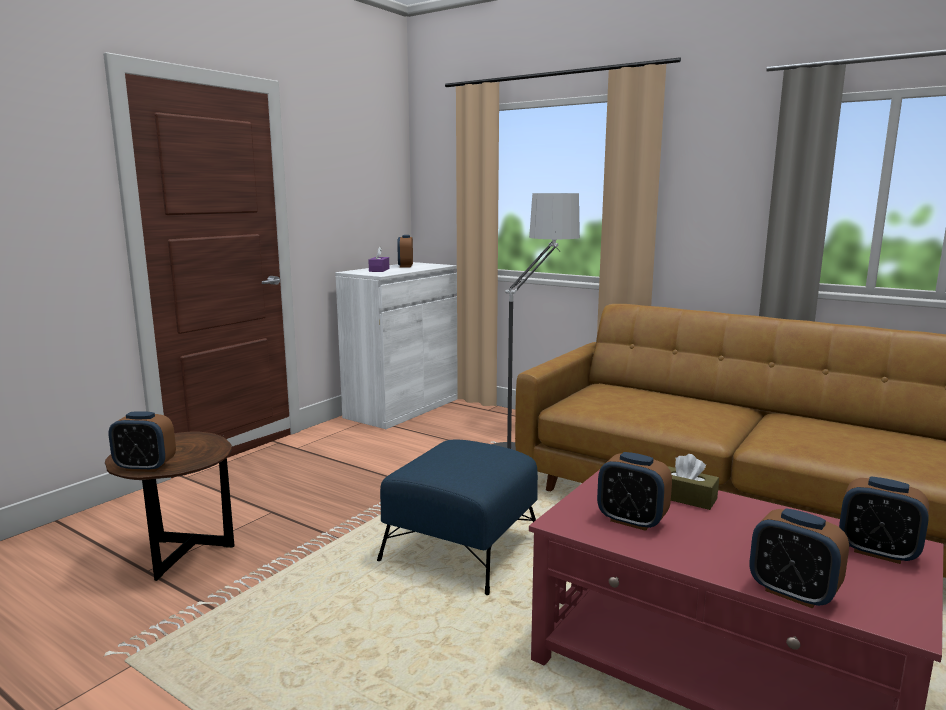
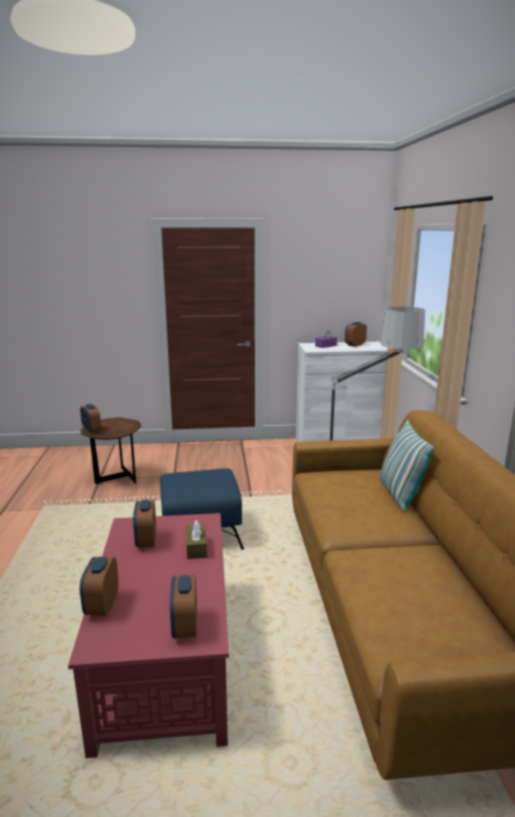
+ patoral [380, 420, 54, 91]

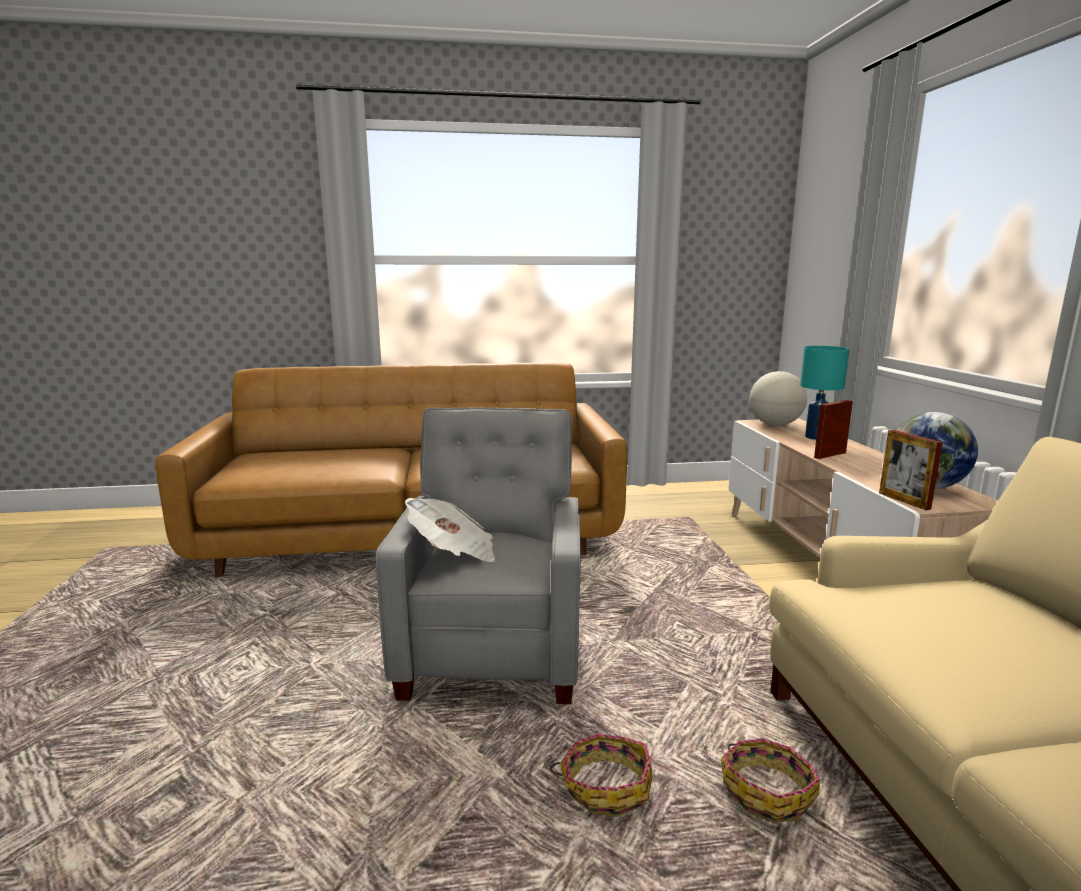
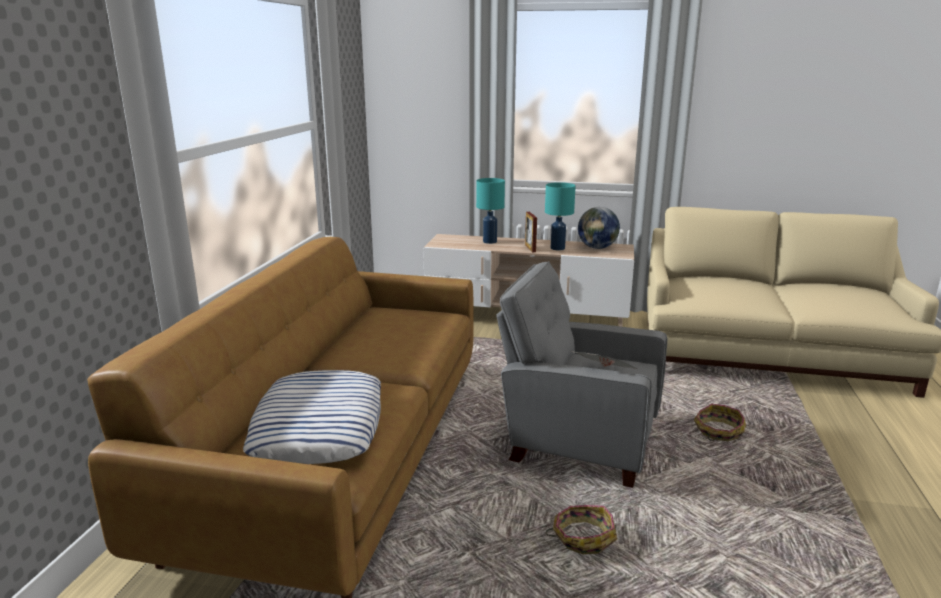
~ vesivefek [721, 739, 100, 84] to [546, 505, 71, 49]
- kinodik [750, 371, 57, 55]
- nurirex [879, 430, 64, 80]
+ patoral [243, 370, 138, 94]
+ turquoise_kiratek [545, 182, 31, 68]

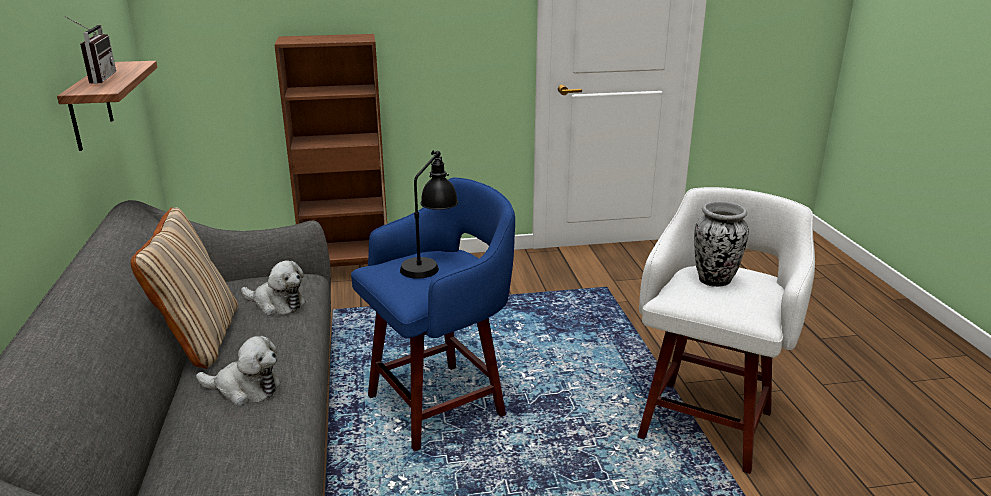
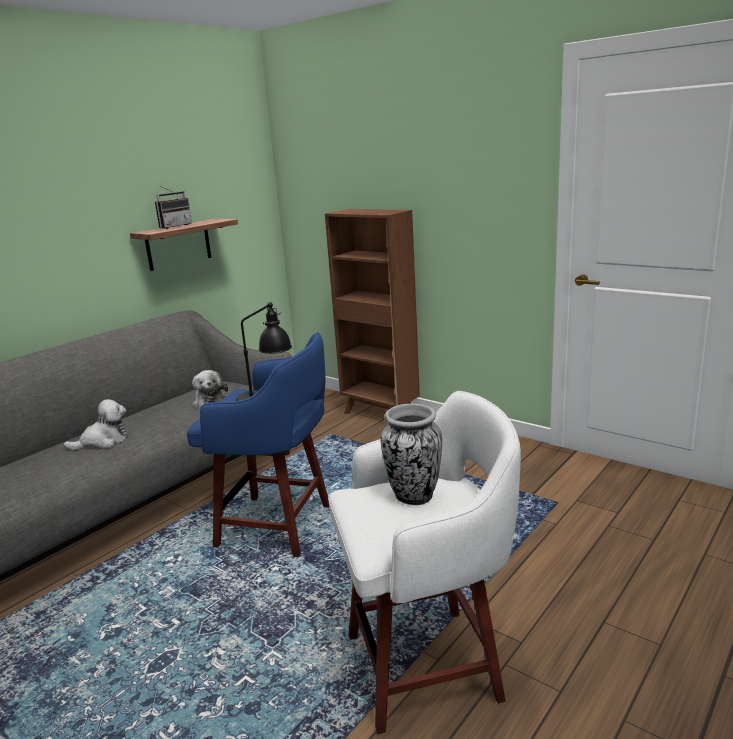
- beige_patoral [130, 208, 108, 161]
~ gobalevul [196, 336, 84, 70] = [64, 399, 64, 52] 90 degrees counterclockwise

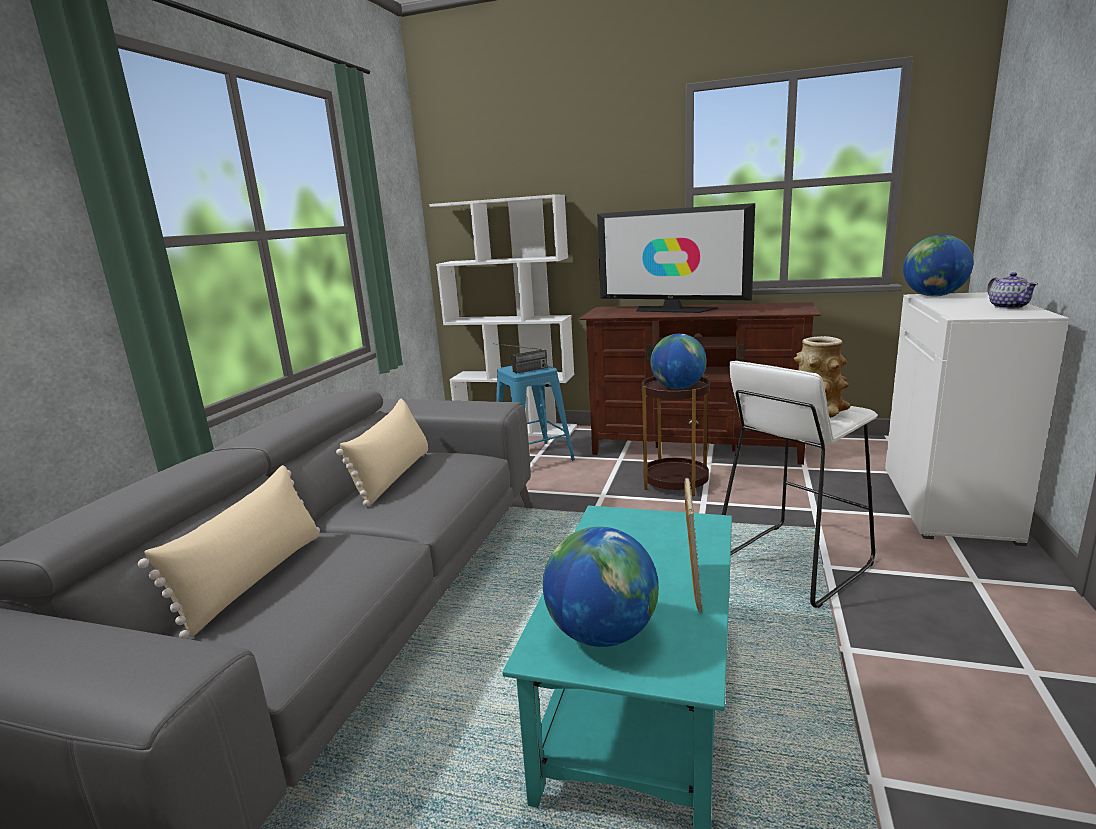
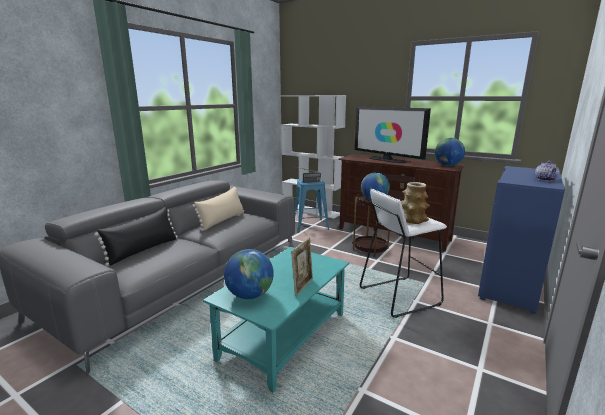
~ beige_patoral [138, 465, 182, 174] to black_patoral [94, 207, 84, 59]
~ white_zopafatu [885, 292, 184, 254] to blue_zopafatu [478, 166, 87, 148]
~ kinodik [903, 235, 71, 62] to [435, 138, 30, 28]

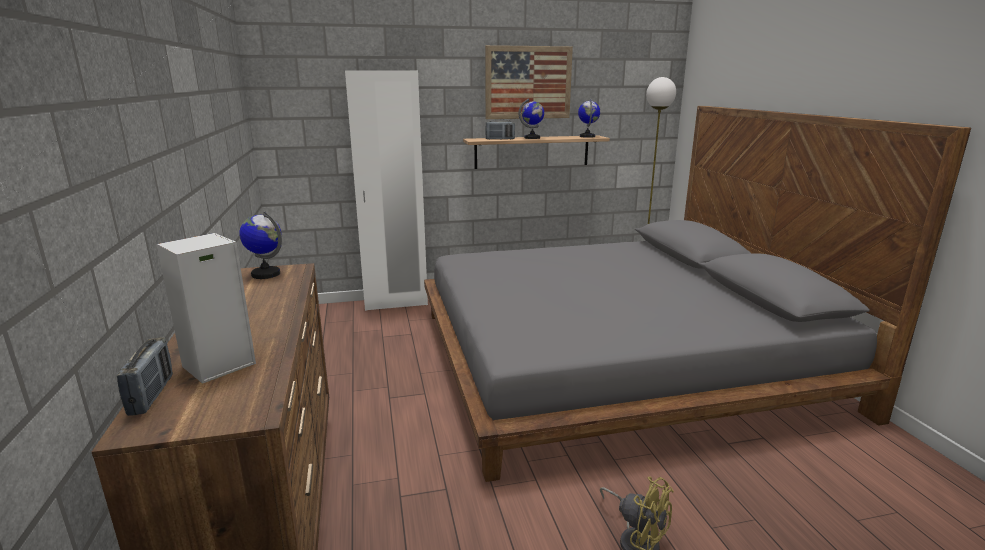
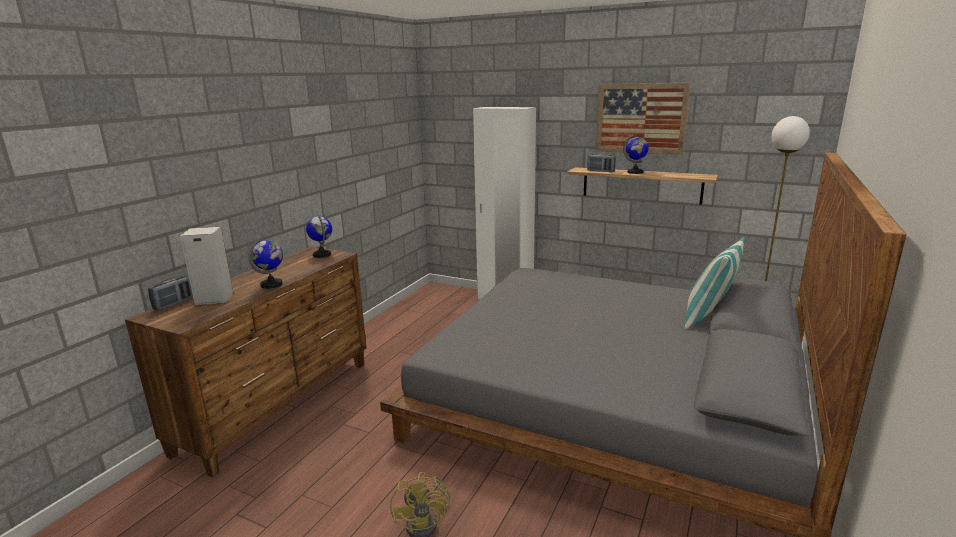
~ kinodik [578, 98, 22, 40] to [248, 239, 35, 50]
+ patoral [684, 237, 61, 92]

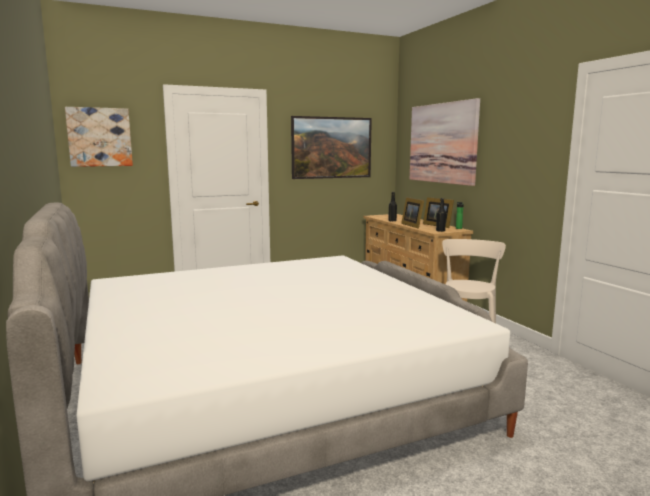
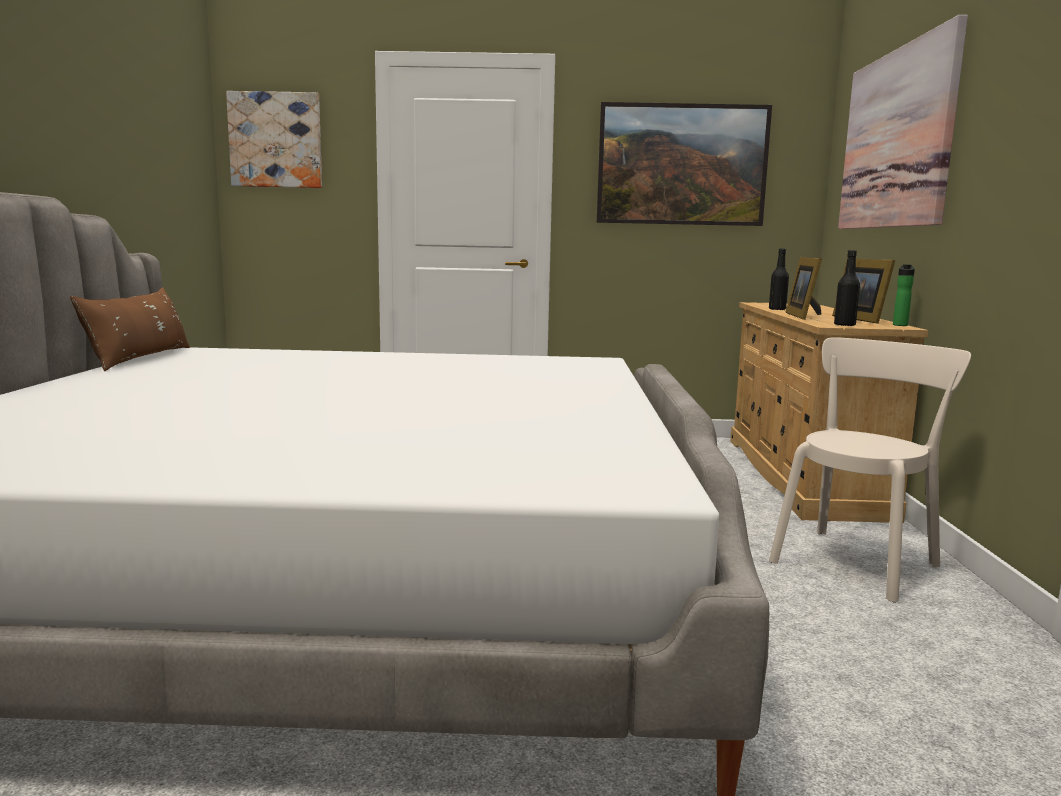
+ brown_patoral [70, 287, 120, 84]

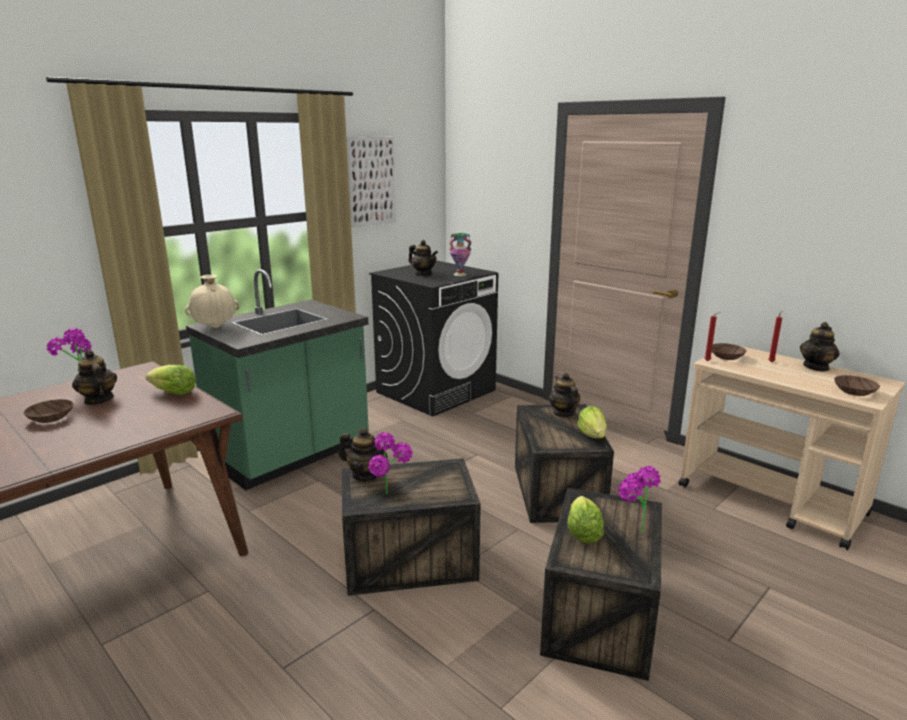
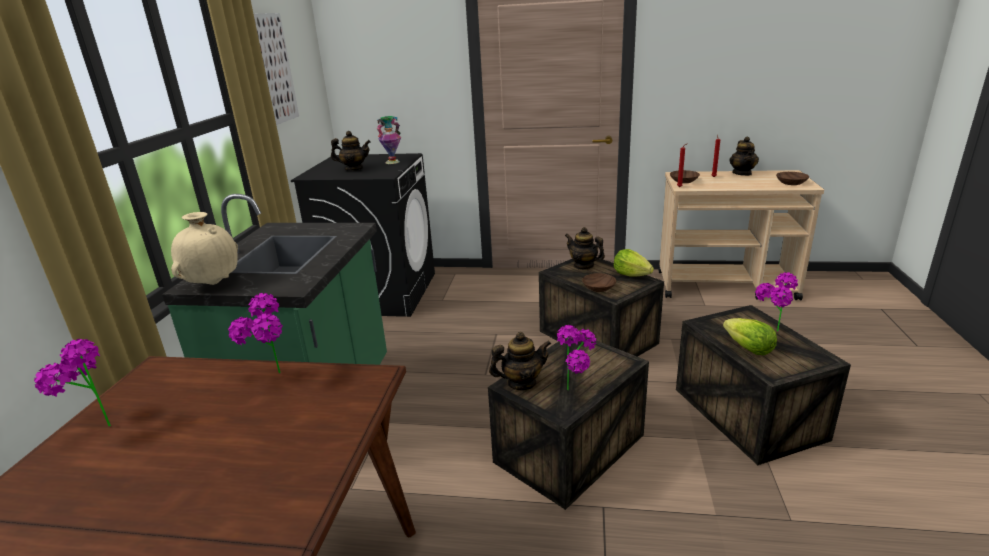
~ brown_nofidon [24, 399, 49, 24] to [582, 273, 34, 19]
- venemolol [72, 349, 45, 56]
~ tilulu [146, 365, 50, 30] to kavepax [228, 293, 55, 80]

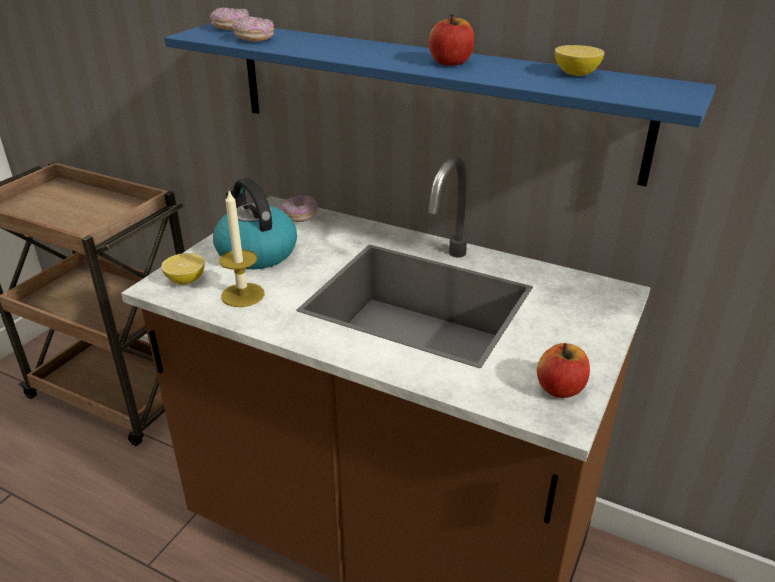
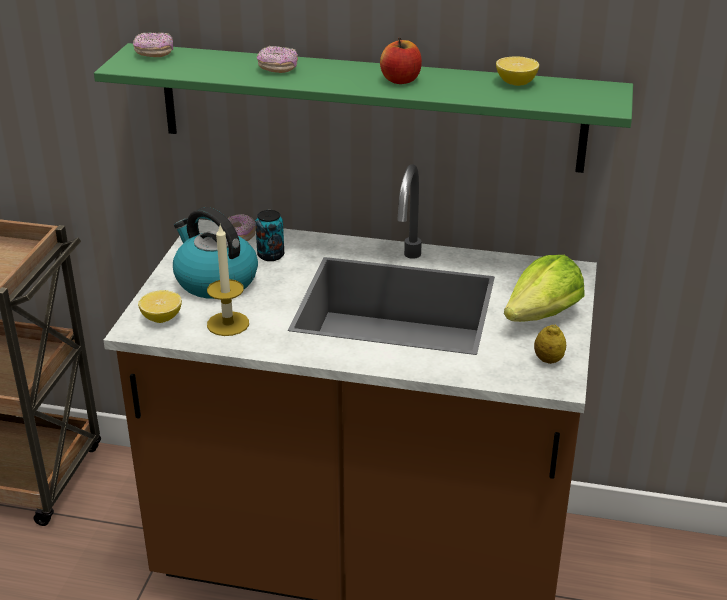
~ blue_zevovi [164, 23, 552, 163] to green_zevovi [94, 43, 539, 130]
~ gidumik [232, 16, 42, 25] to [257, 46, 41, 27]
~ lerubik [537, 343, 53, 55] to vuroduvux [534, 325, 32, 39]
+ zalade [255, 210, 29, 51]
+ tilulu [504, 255, 80, 67]

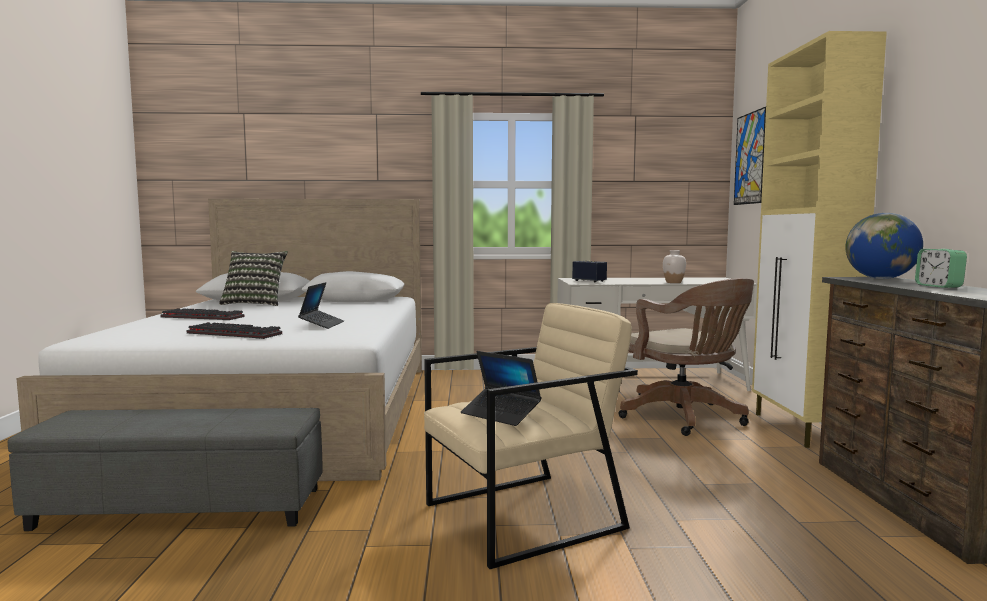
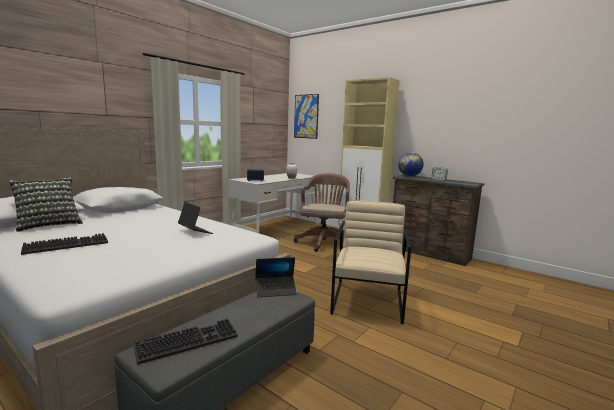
~ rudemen [187, 322, 95, 17] to [134, 319, 104, 46]
~ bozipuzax [461, 351, 81, 75] to [255, 257, 42, 40]
~ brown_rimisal [618, 278, 136, 158] = [294, 173, 56, 79] 90 degrees counterclockwise

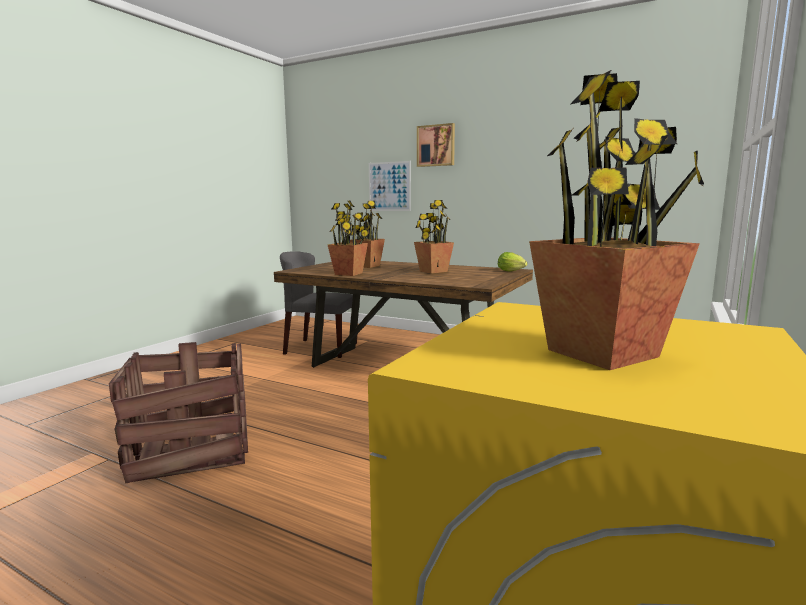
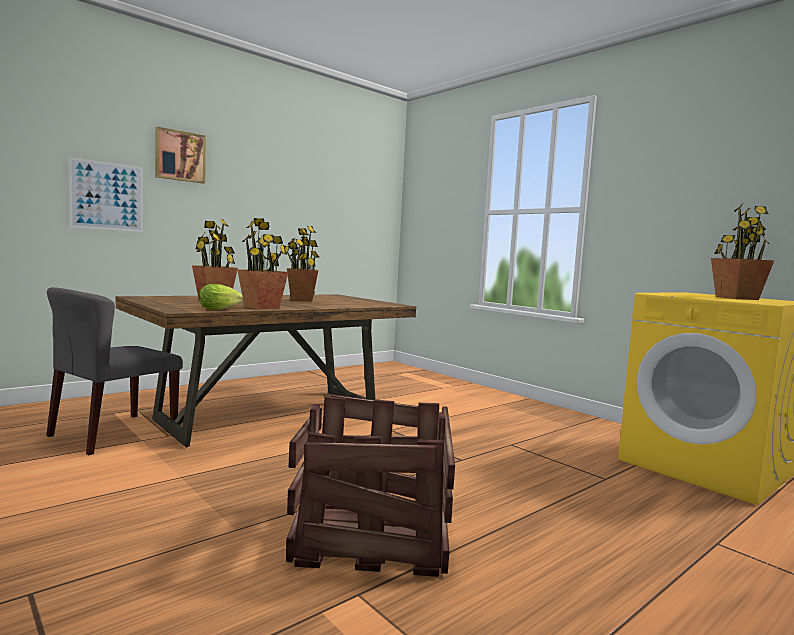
~ tilulu [498, 252, 29, 20] to [199, 284, 44, 26]

